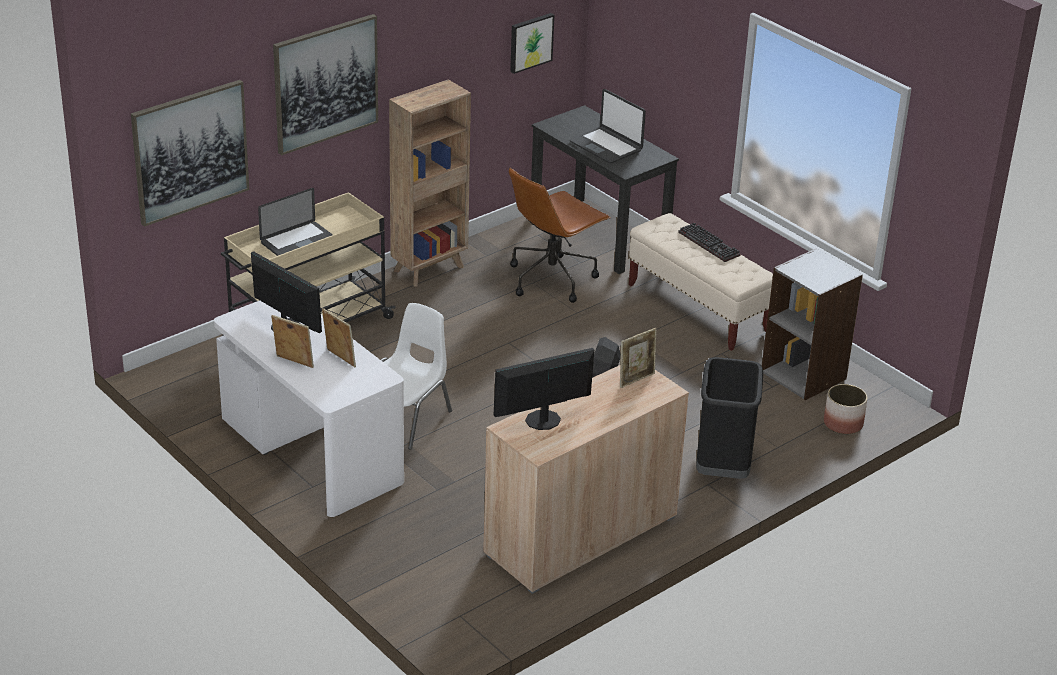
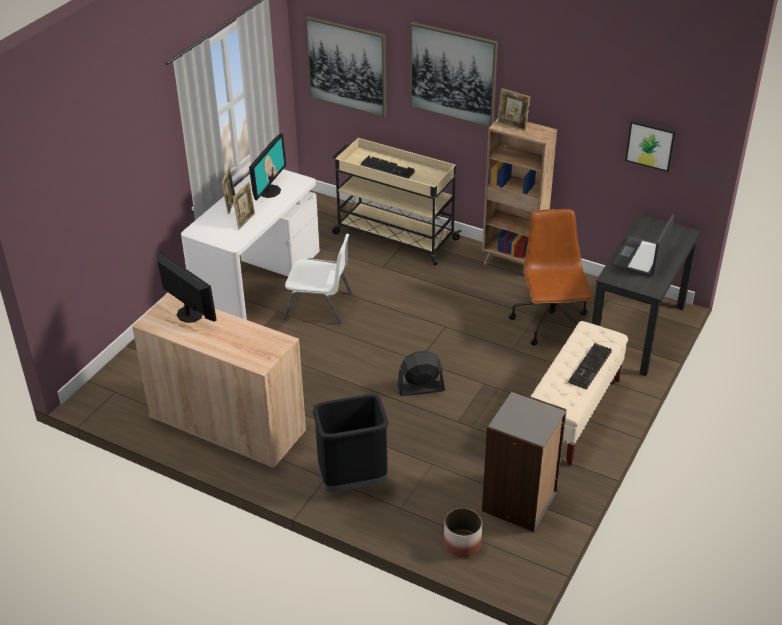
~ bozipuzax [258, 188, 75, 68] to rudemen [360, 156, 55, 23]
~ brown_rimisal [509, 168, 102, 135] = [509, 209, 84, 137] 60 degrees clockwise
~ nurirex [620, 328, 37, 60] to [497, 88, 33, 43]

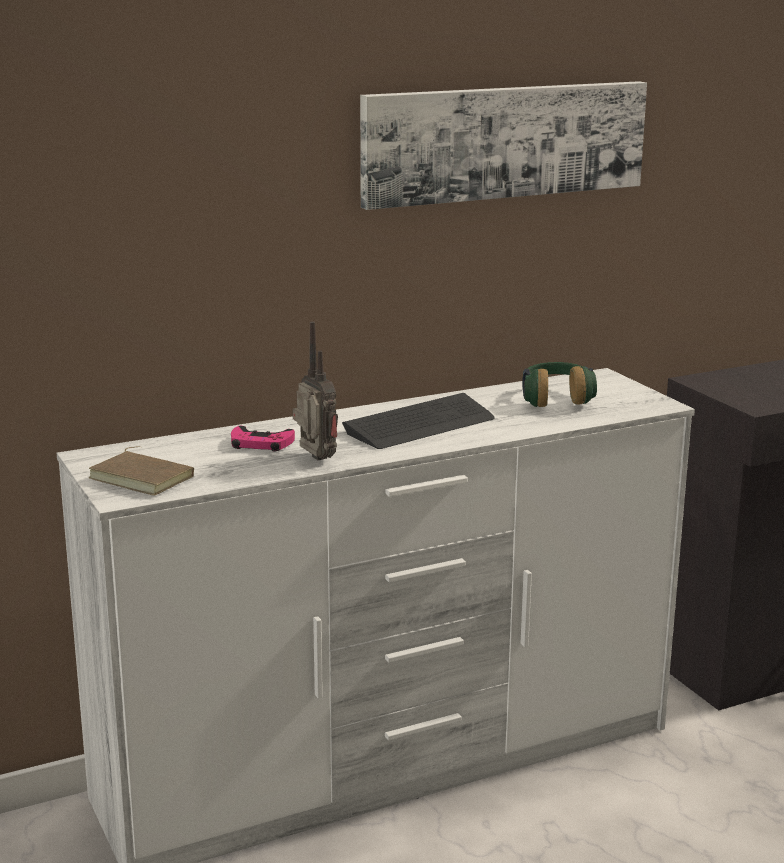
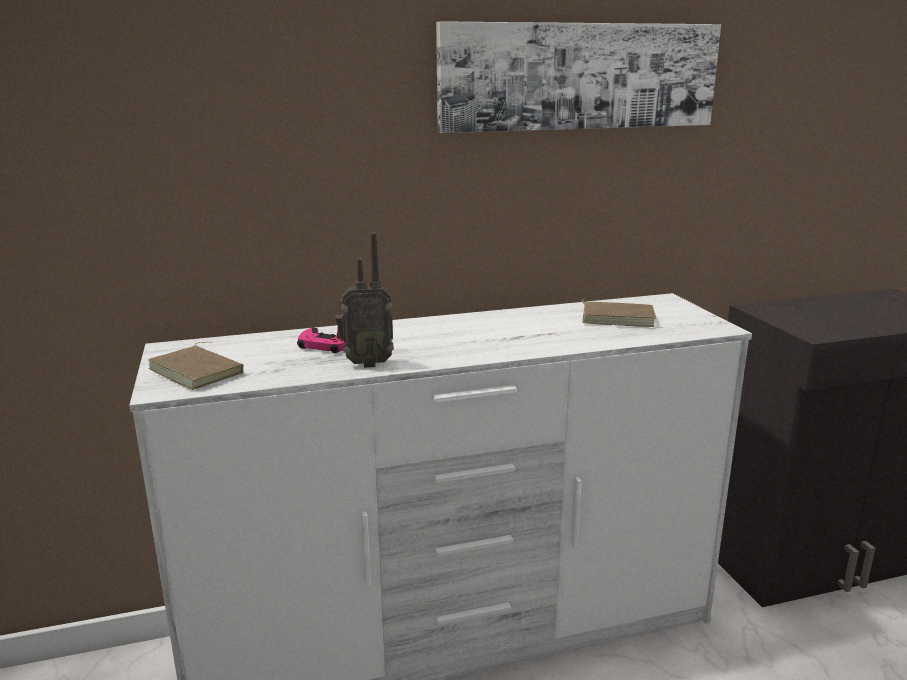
~ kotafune [292, 321, 46, 139] = [336, 232, 58, 136] 105 degrees clockwise
- rudemen [342, 393, 153, 56]
~ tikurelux [522, 362, 75, 45] to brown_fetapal [582, 298, 74, 29]

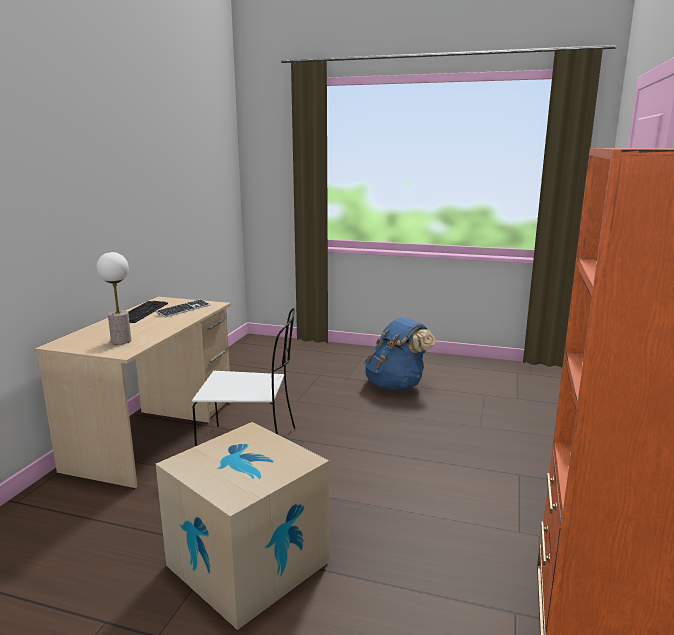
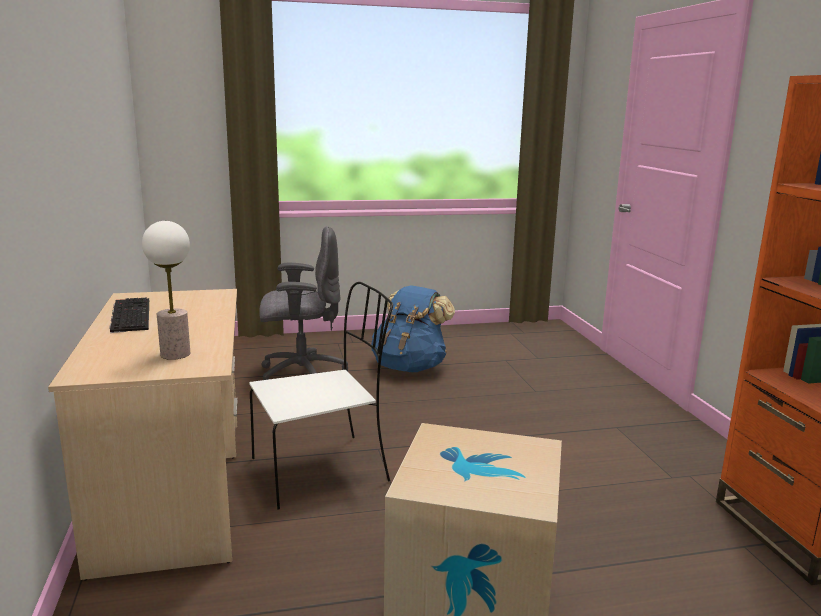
- rudemen [155, 299, 56, 18]
+ grey_rimisal [259, 226, 89, 154]

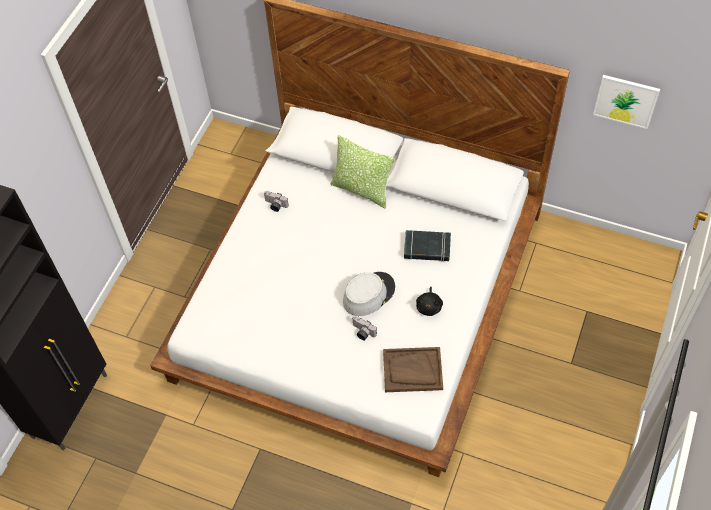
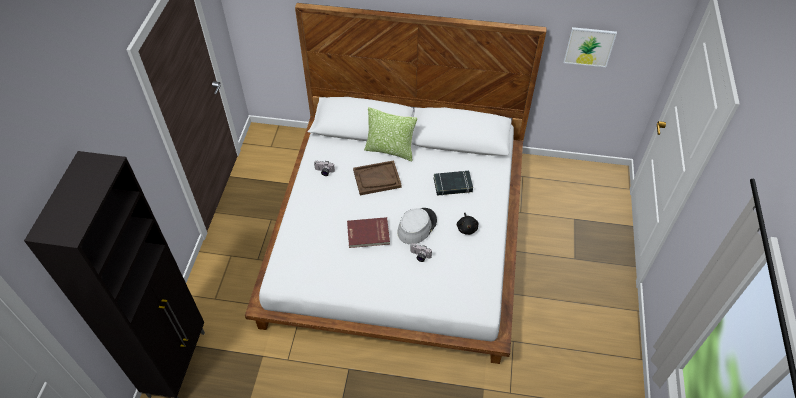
~ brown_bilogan [383, 347, 60, 45] to [353, 160, 49, 35]
+ red_fetapal [347, 217, 43, 31]

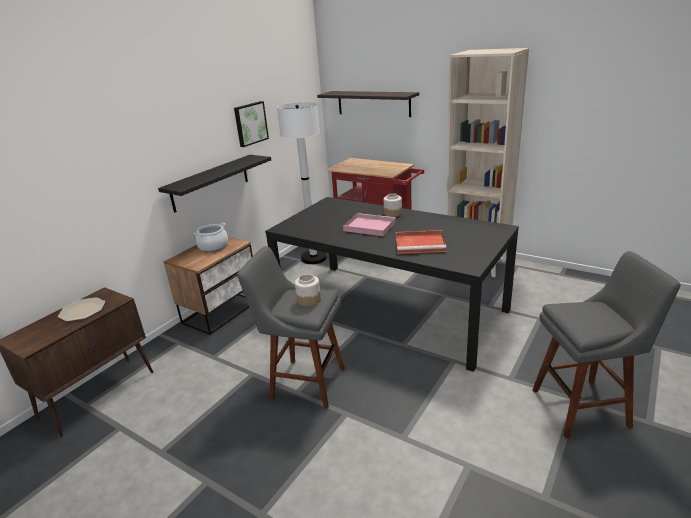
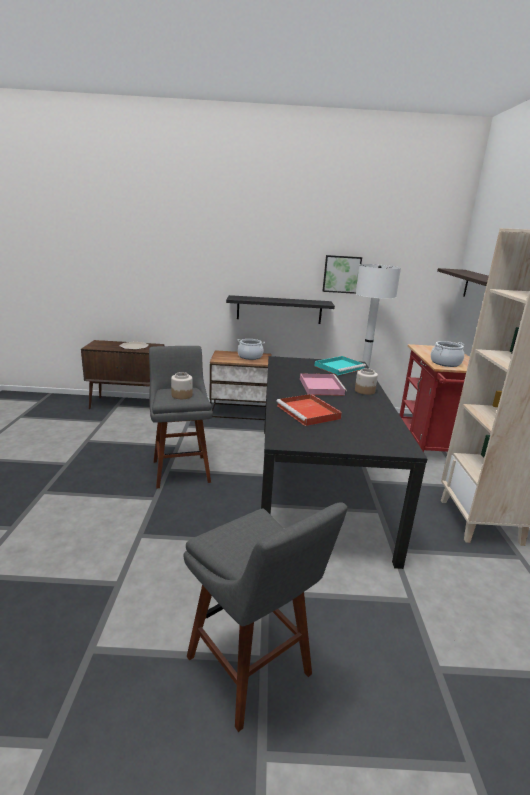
+ turquoise_bilogan [315, 356, 51, 19]
+ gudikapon [431, 341, 34, 26]

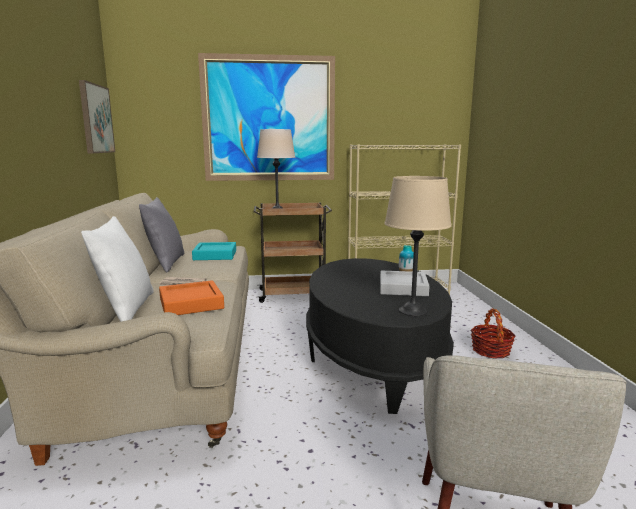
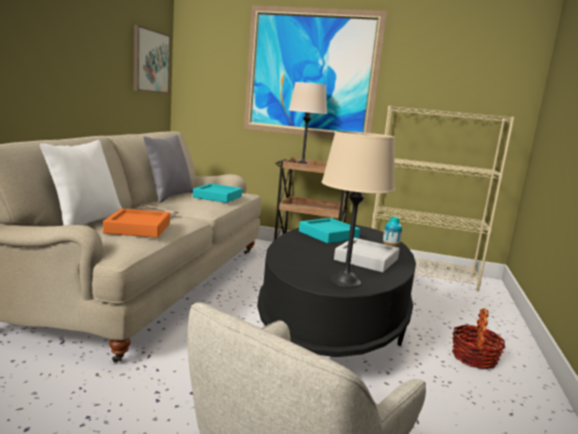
+ turquoise_bilogan [299, 218, 61, 25]

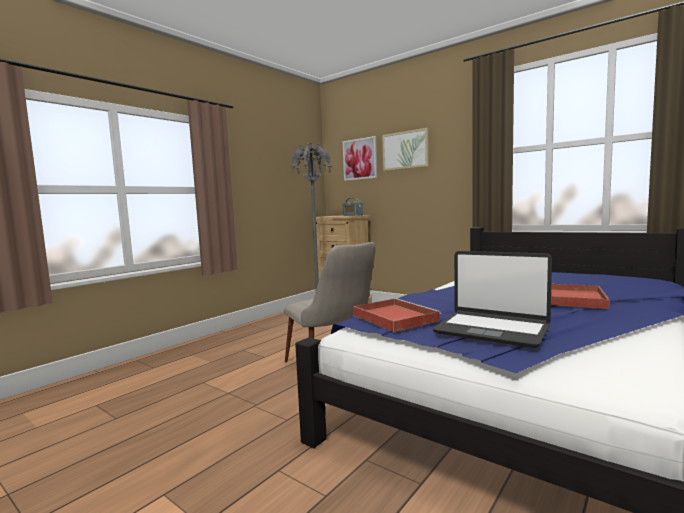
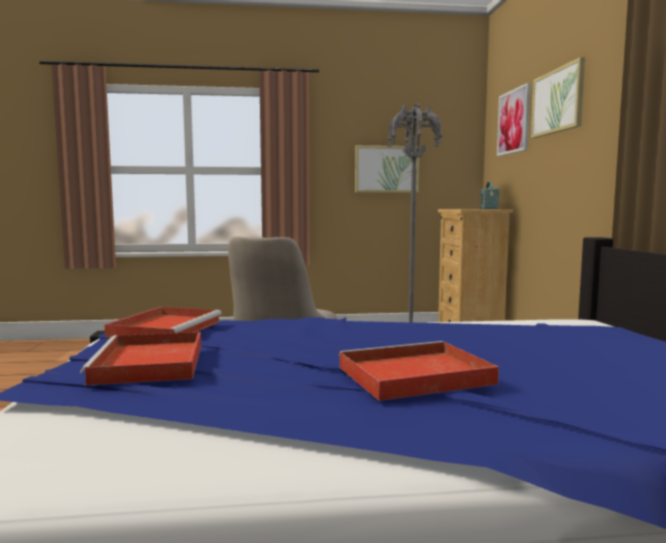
~ bozipuzax [433, 251, 119, 97] to red_bilogan [80, 332, 121, 54]
+ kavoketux [355, 145, 65, 48]

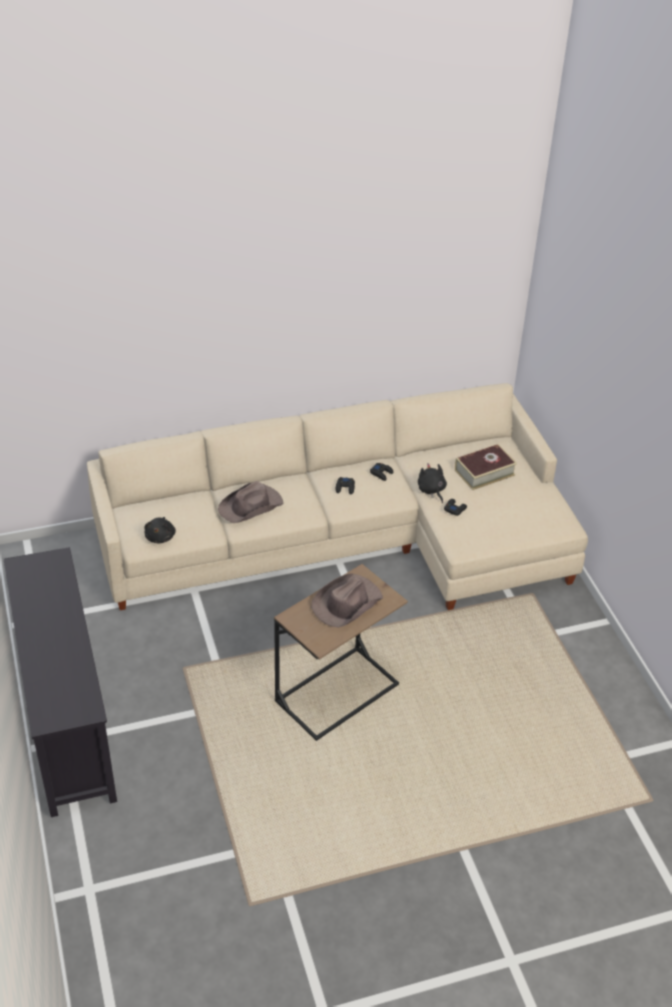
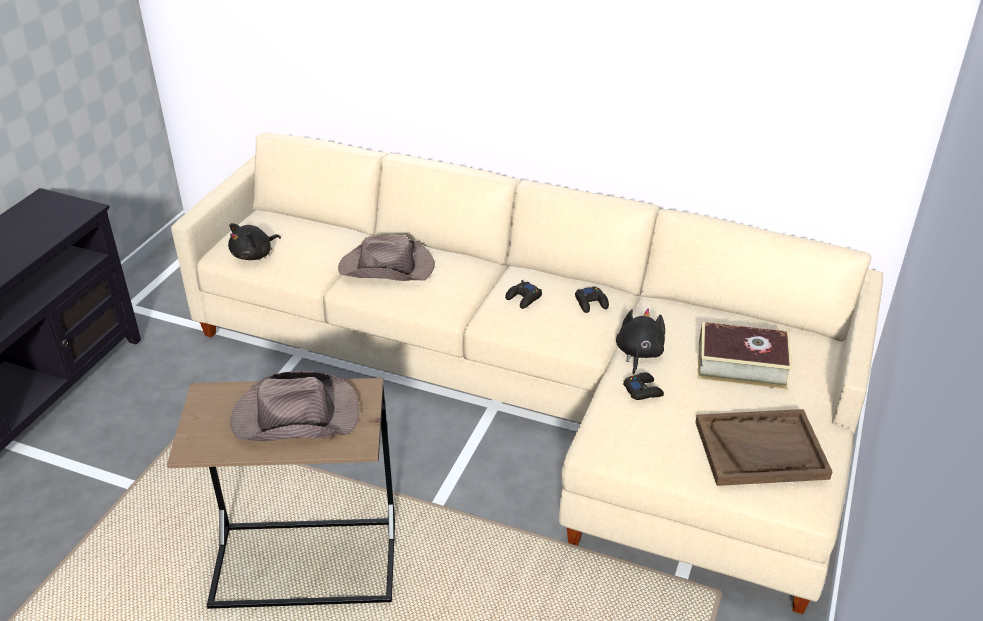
+ brown_bilogan [695, 409, 138, 77]

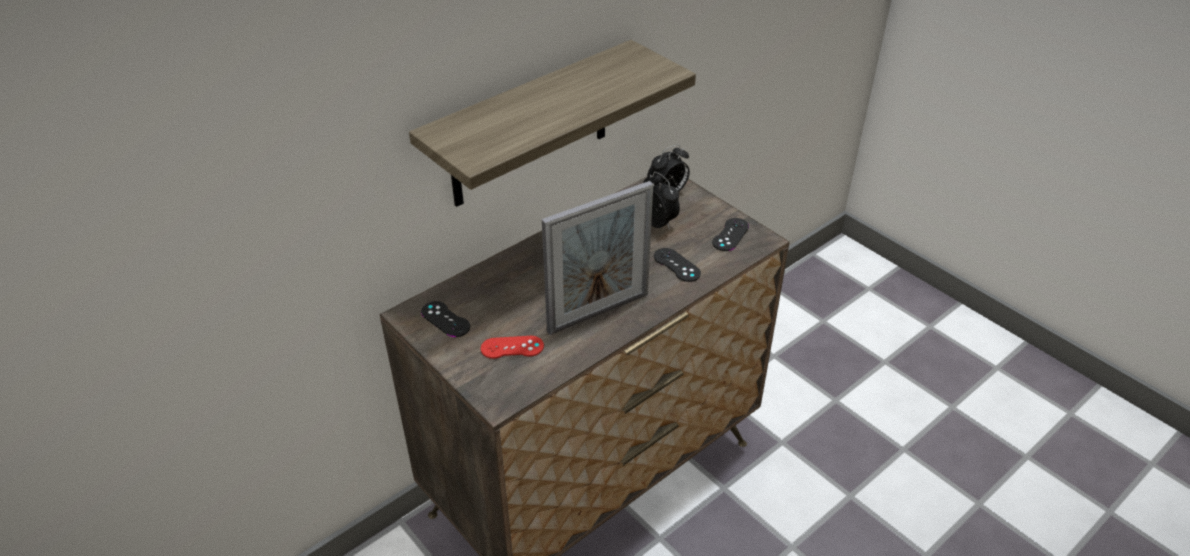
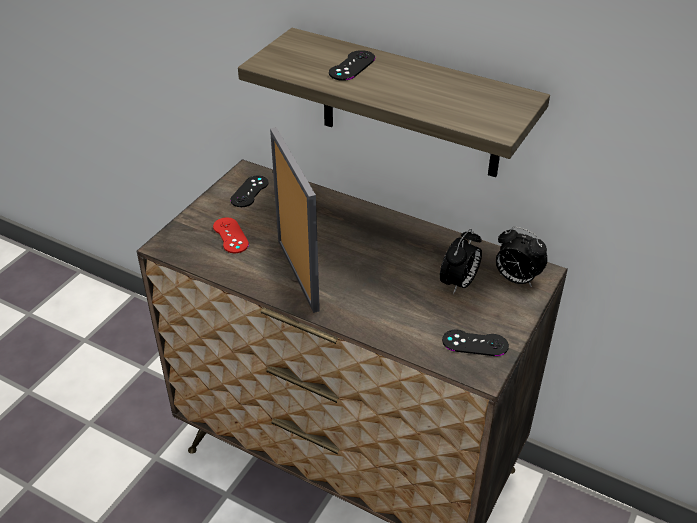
~ nurirex [542, 181, 111, 154] = [270, 127, 50, 186] 150 degrees counterclockwise
~ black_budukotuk [654, 248, 47, 34] to [329, 50, 46, 31]

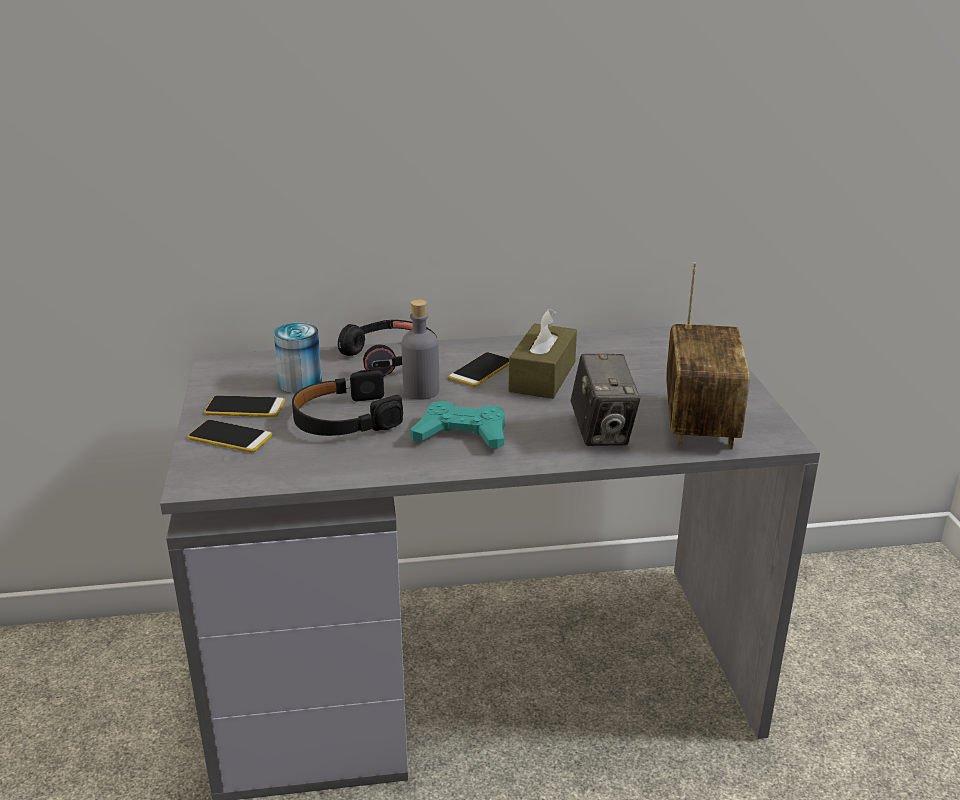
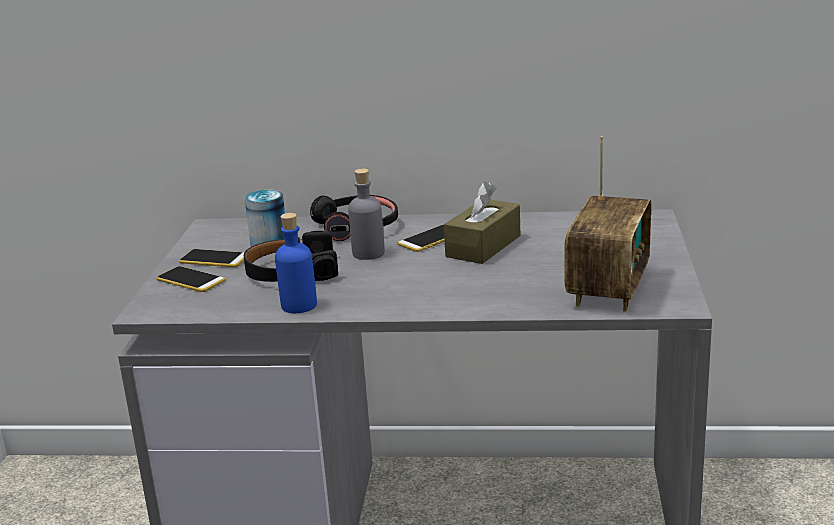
- turquoise_budukotuk [410, 401, 95, 48]
- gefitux [571, 354, 70, 92]
+ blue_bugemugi [275, 213, 42, 100]

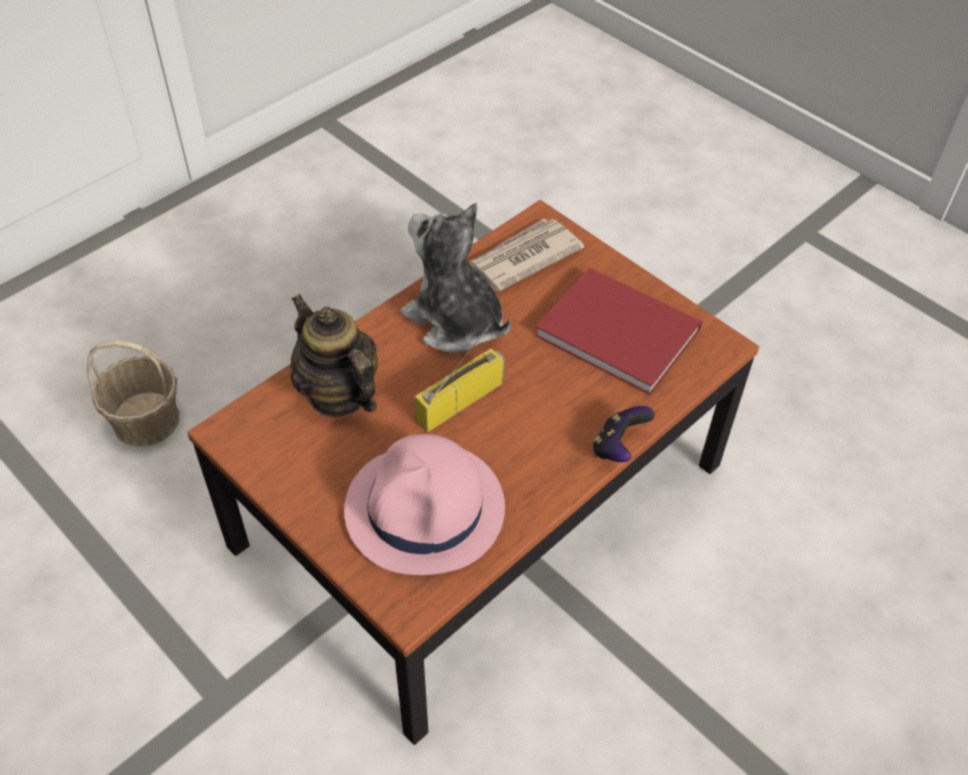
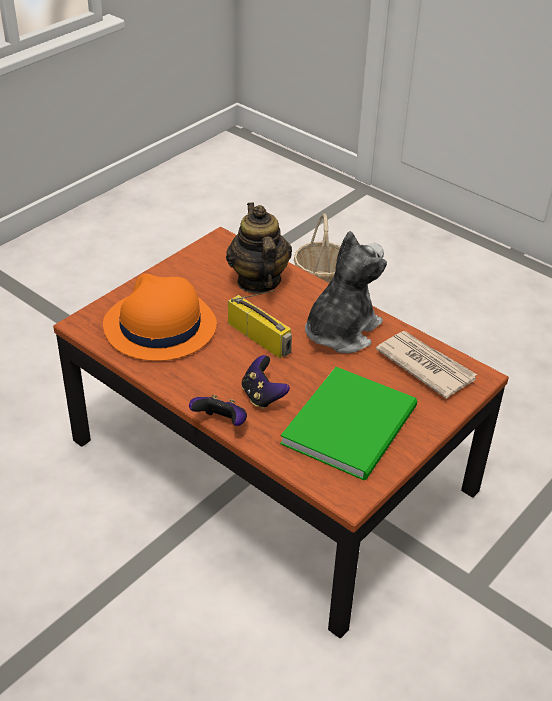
~ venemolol [290, 294, 88, 123] = [226, 202, 66, 91] 60 degrees counterclockwise
~ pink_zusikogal [344, 434, 161, 141] to orange_zusikogal [103, 273, 114, 88]
~ red_fetapal [535, 267, 167, 128] to green_fetapal [280, 367, 137, 113]
+ budukotuk [241, 355, 49, 54]

